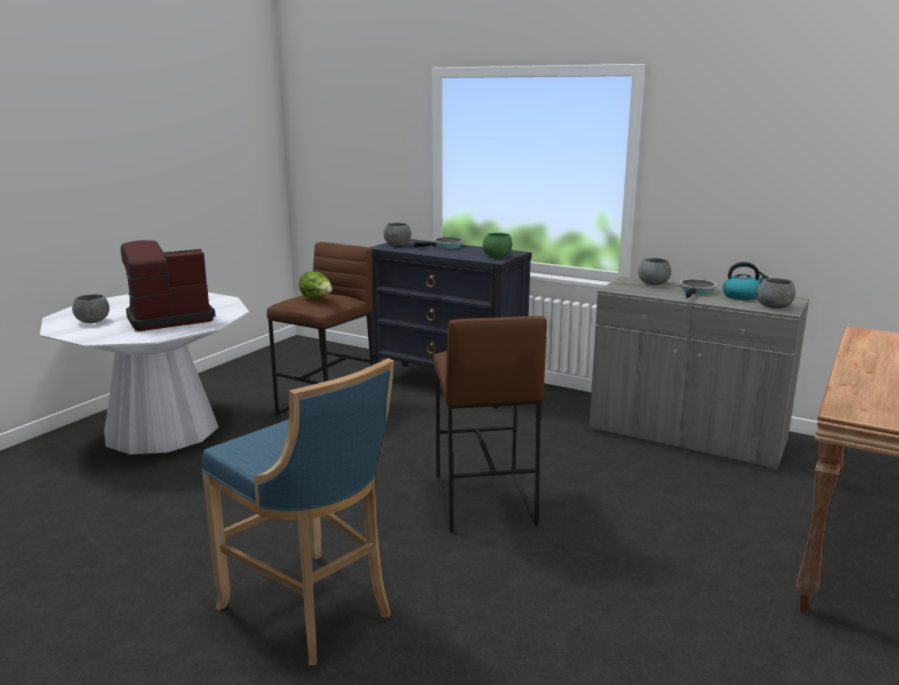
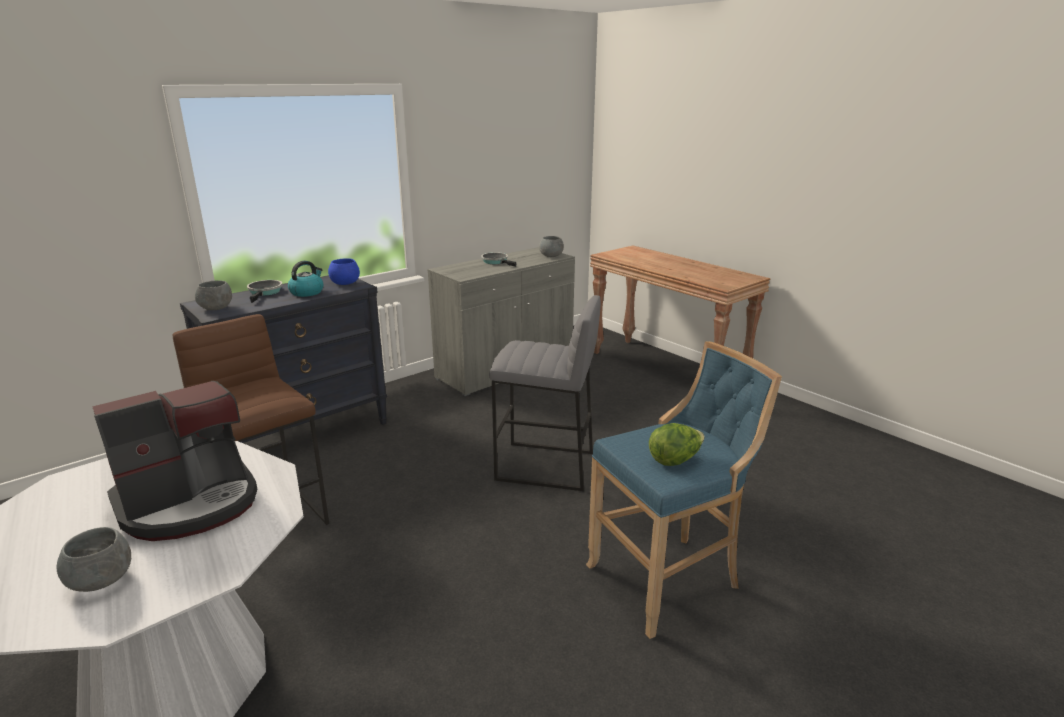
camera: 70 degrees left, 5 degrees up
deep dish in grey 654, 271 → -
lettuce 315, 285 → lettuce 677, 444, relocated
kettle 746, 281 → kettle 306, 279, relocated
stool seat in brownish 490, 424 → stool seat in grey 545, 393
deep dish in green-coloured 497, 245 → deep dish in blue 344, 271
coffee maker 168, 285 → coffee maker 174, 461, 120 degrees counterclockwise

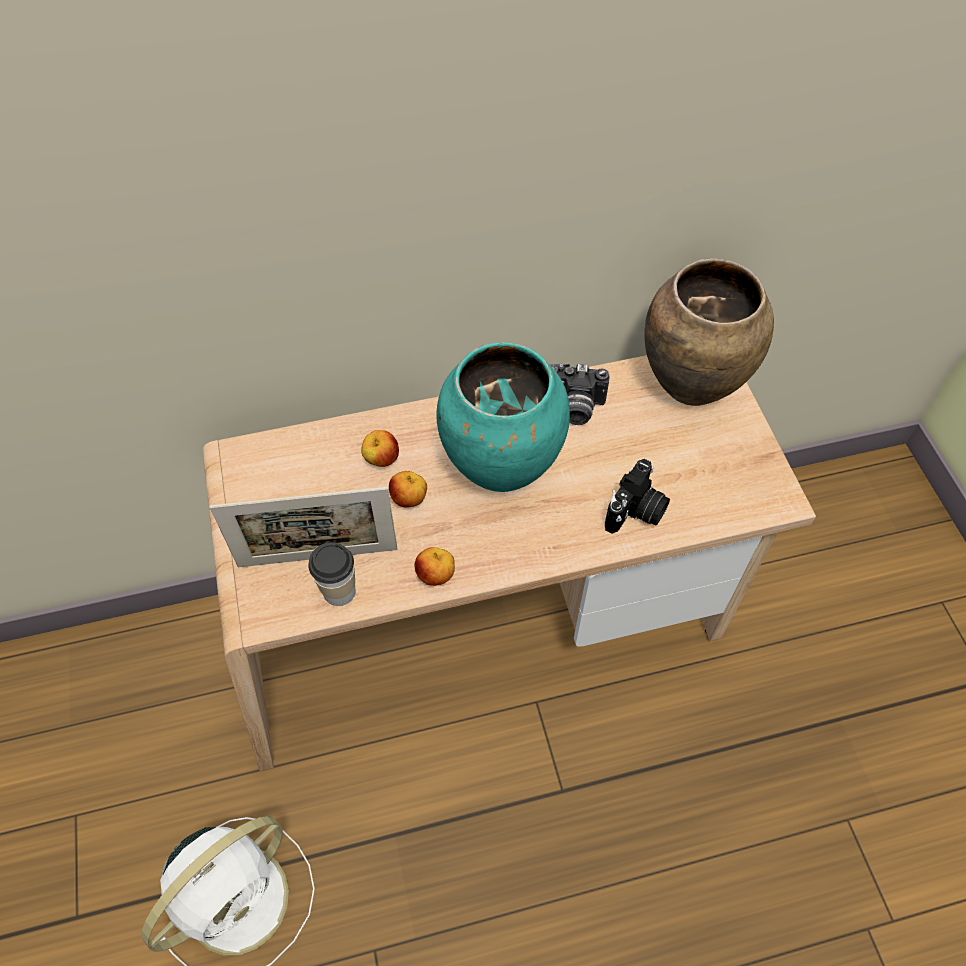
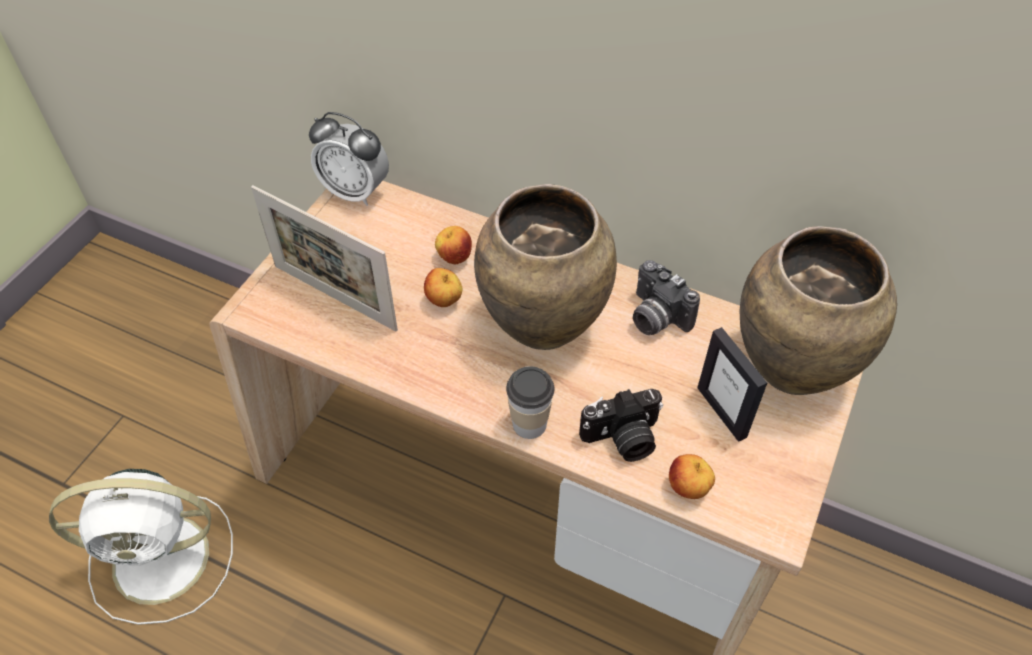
camera: 40 degrees right, 5 degrees down
- → bedside clock 349, 159
- → standing frame 732, 384
cup 332, 574 → cup 530, 402, relocated
apple fruit 434, 566 → apple fruit 692, 476, relocated
flower vase in turquoise-coloured 503, 417 → flower vase in brownish 545, 267

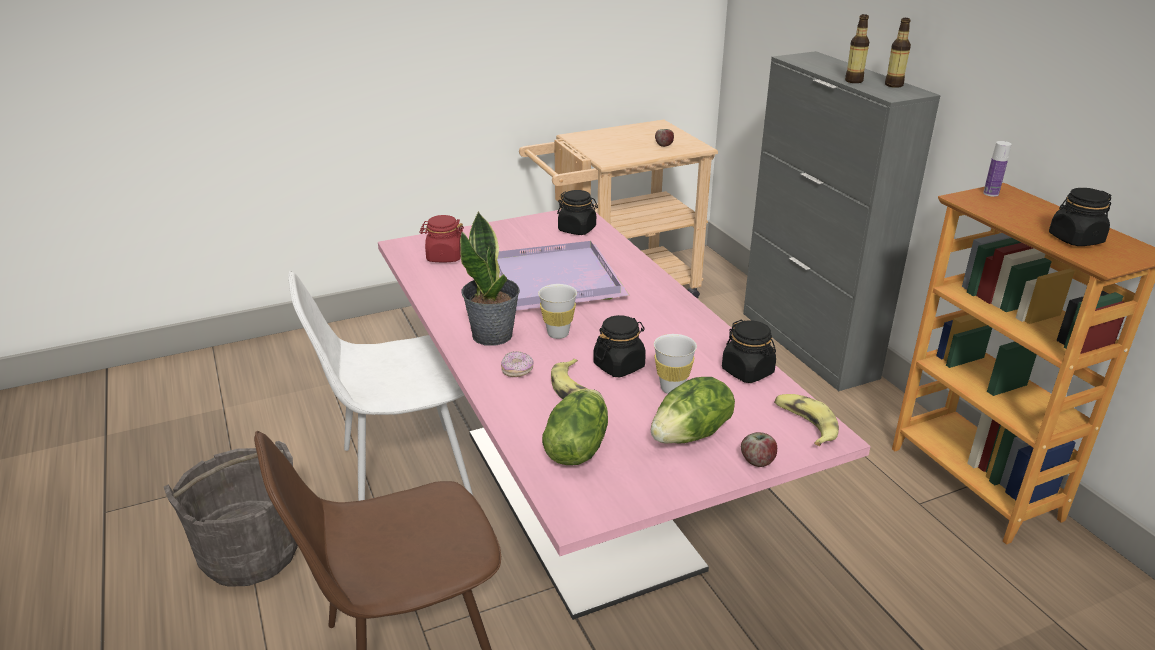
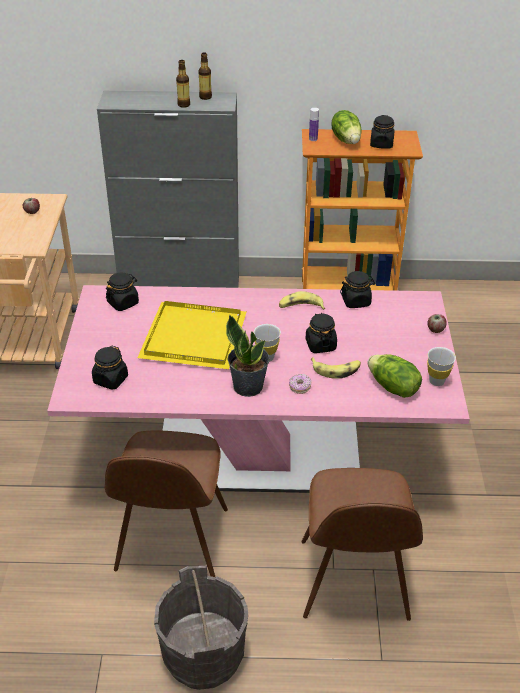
camera: 65 degrees left, 10 degrees up
lettuce 693, 410 → lettuce 347, 127, relocated
cup in white-coloured 675, 364 → cup in white-coloured 441, 366, relocated
banana fruit 806, 420 → banana fruit 302, 300, relocated
chair in white-coloured 380, 386 → chair in brownish 166, 503
storage jar in red-coloured 441, 238 → storage jar in black 110, 368
carrying tray in purple-coloured 563, 276 → carrying tray in yellow 192, 335

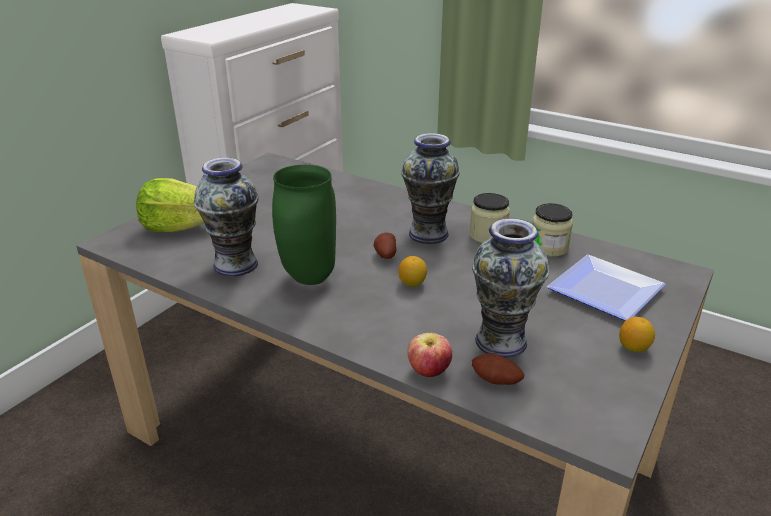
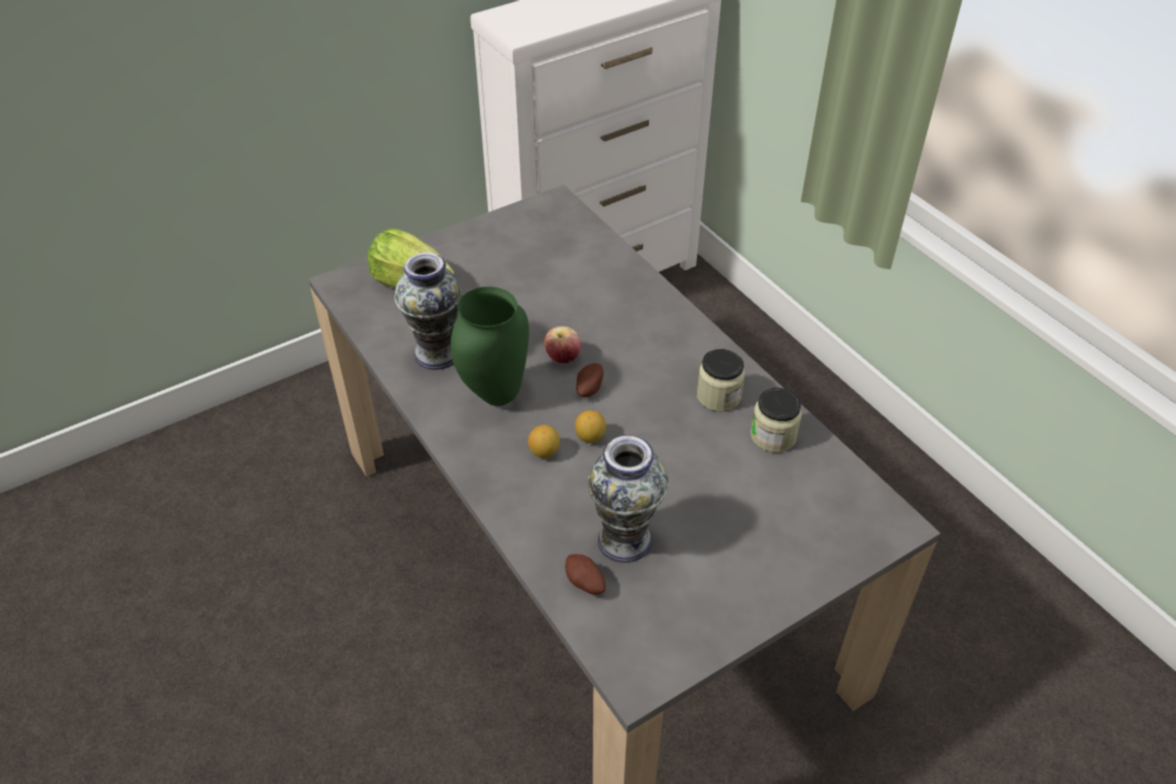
camera: 25 degrees right, 15 degrees up
flower vase 430, 188 → -
flat dish 606, 288 → -
apple fruit 429, 355 → apple fruit 563, 344, relocated
whole lemon 637, 334 → whole lemon 544, 441, relocated

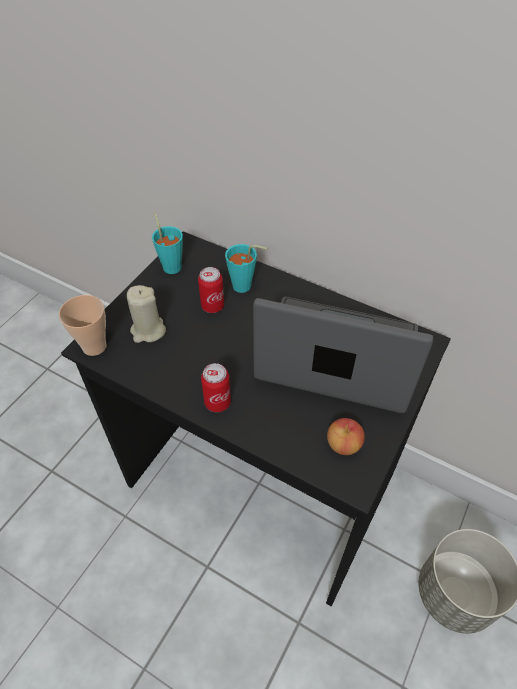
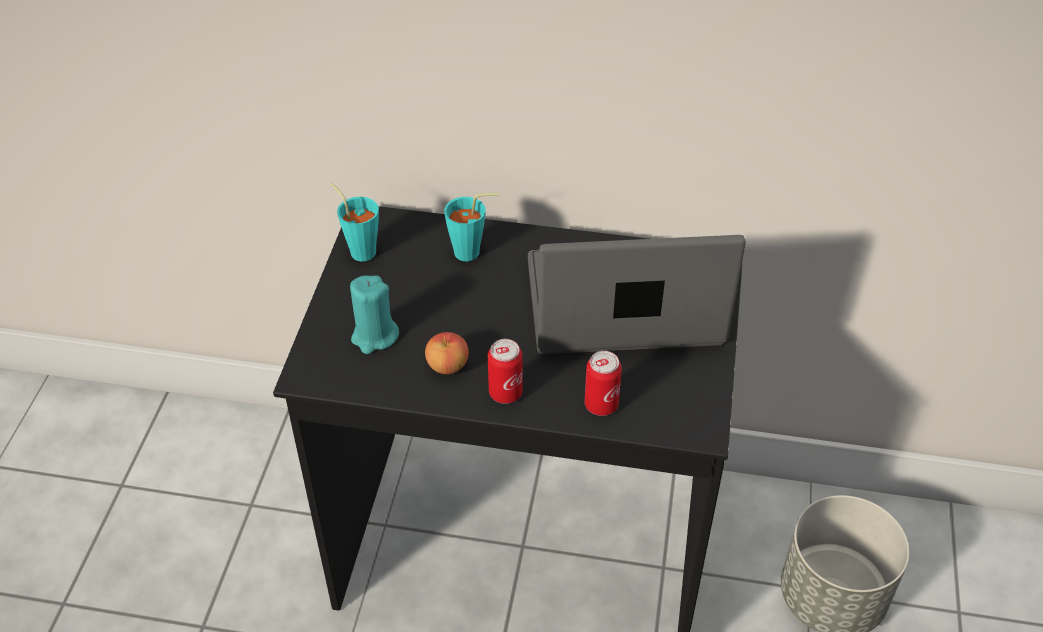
camera: 20 degrees left, 5 degrees down
cup 83, 325 → -
metal can 211, 290 → metal can 603, 383, relocated
apple fruit 346, 436 → apple fruit 447, 353, relocated
candle in sand-coloured 146, 314 → candle in turquoise-coloured 374, 314

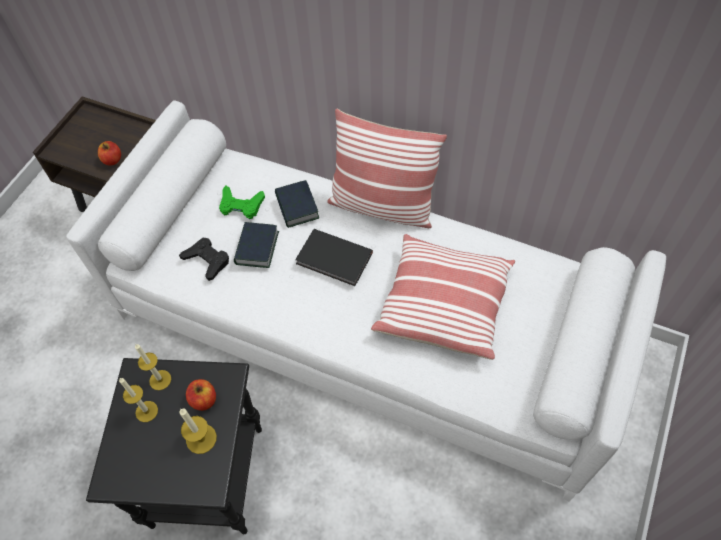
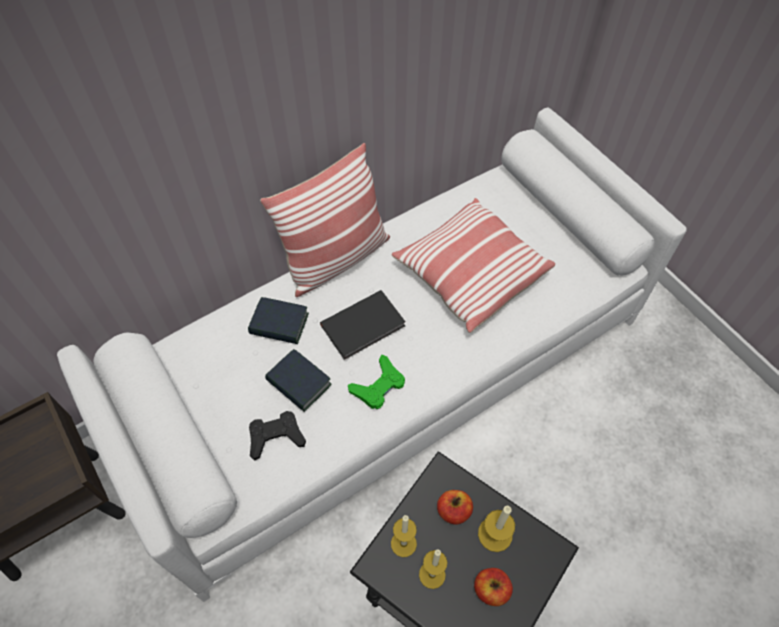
camera: 60 degrees left, 0 degrees up
apple fruit 109, 153 → apple fruit 493, 587, relocated
game controller in green-coloured 242, 202 → game controller in green-coloured 376, 382, relocated

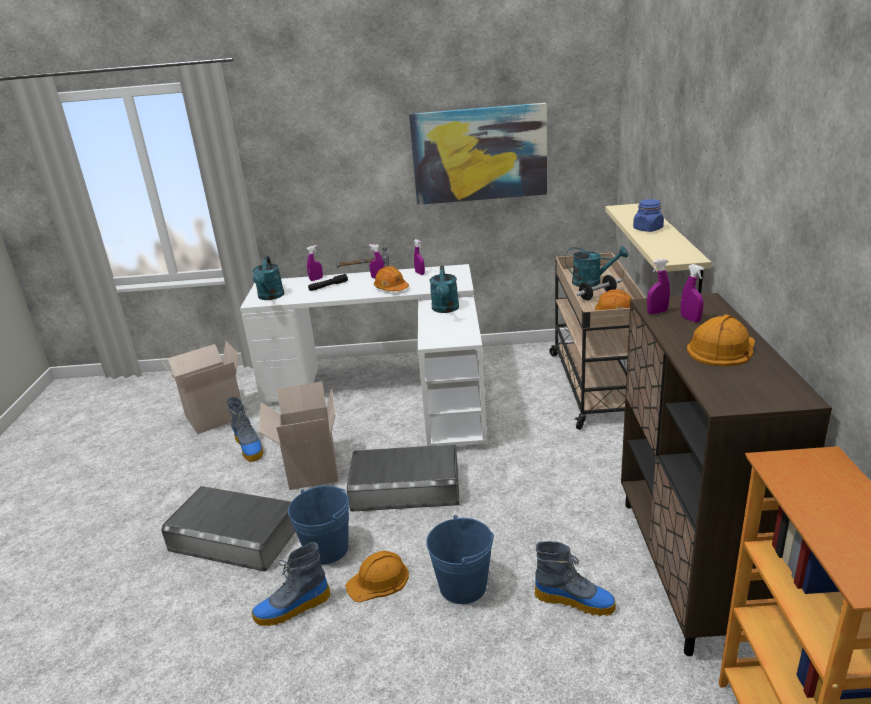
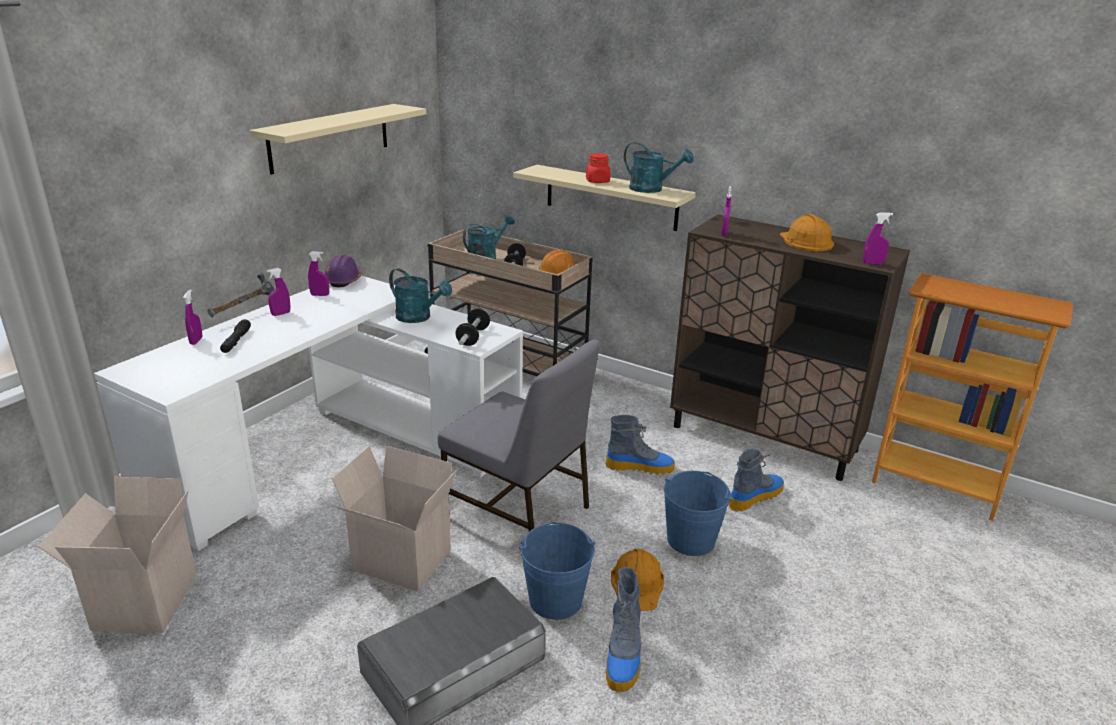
camera: 60 degrees left, 0 degrees up
work helmet in orange-coloured 391, 278 → -
- → work helmet in purple-coloured 343, 271
- → dumbbell 472, 327
boot 244, 429 → boot 640, 445, relocated
watering pot in turquoise-coloured 268, 278 → watering pot in turquoise-coloured 659, 167, relocated
sprayer in purple-coloured 692, 293 → sprayer in purple-coloured 878, 238, relocated
storage bin in grey 403, 478 → chair in grey 519, 436
picture 478, 154 → bracket shelf in sand-coloured 338, 139
storage jar in blue 648, 215 → storage jar in red-coloured 598, 168

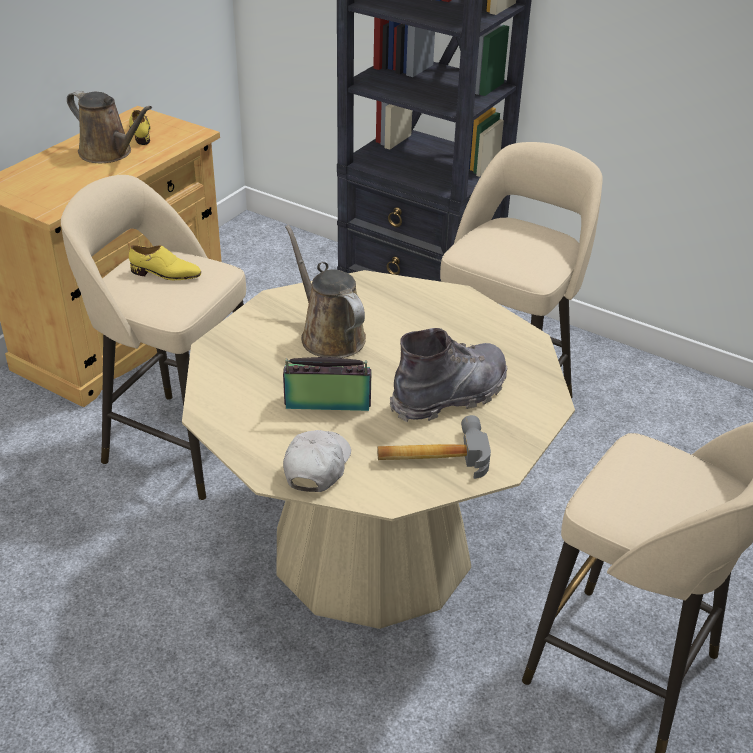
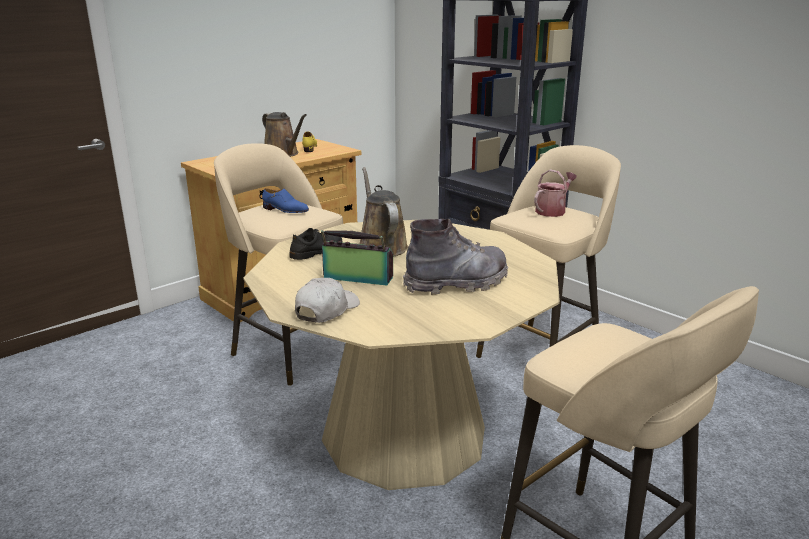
camera: 15 degrees right, 15 degrees down
hand hammer 434, 447 → -
- → item of footwear in black 315, 244
- → watering pot 555, 193
item of footwear in yellow 165, 262 → item of footwear in blue 285, 200

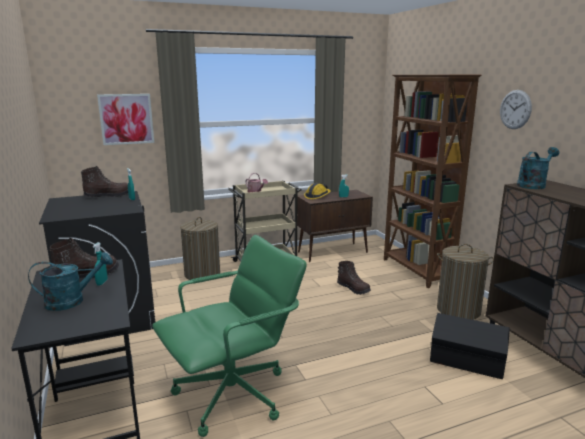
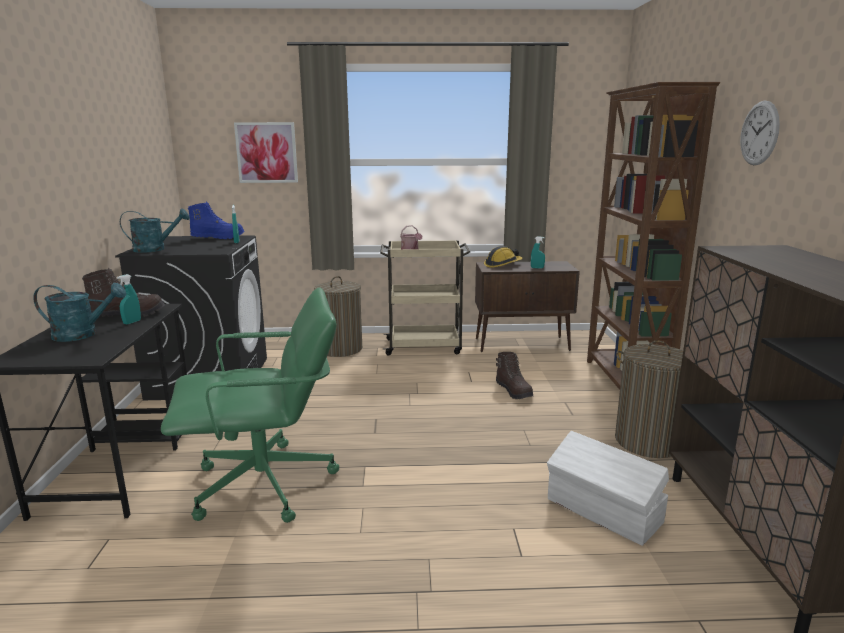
camera: 20 degrees right, 0 degrees up
watering pot in turquoise-coloured 538, 168 → watering pot in turquoise-coloured 155, 230, relocated
boot in brownish 104, 181 → boot in blue 216, 220
storage bin in black 470, 346 → storage bin in white-coloured 608, 488

